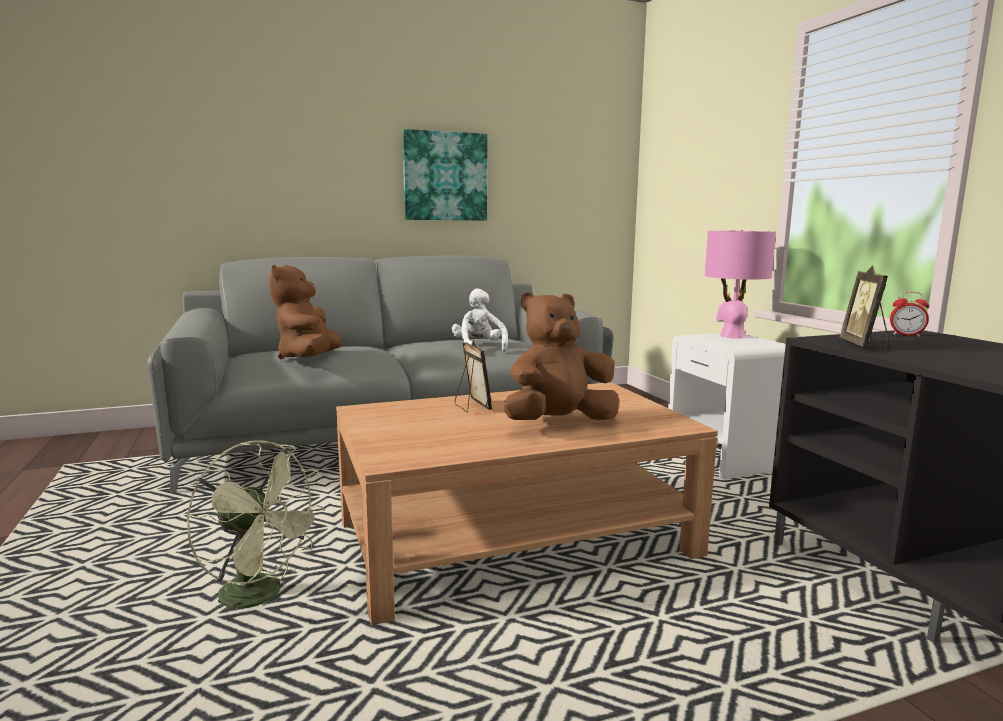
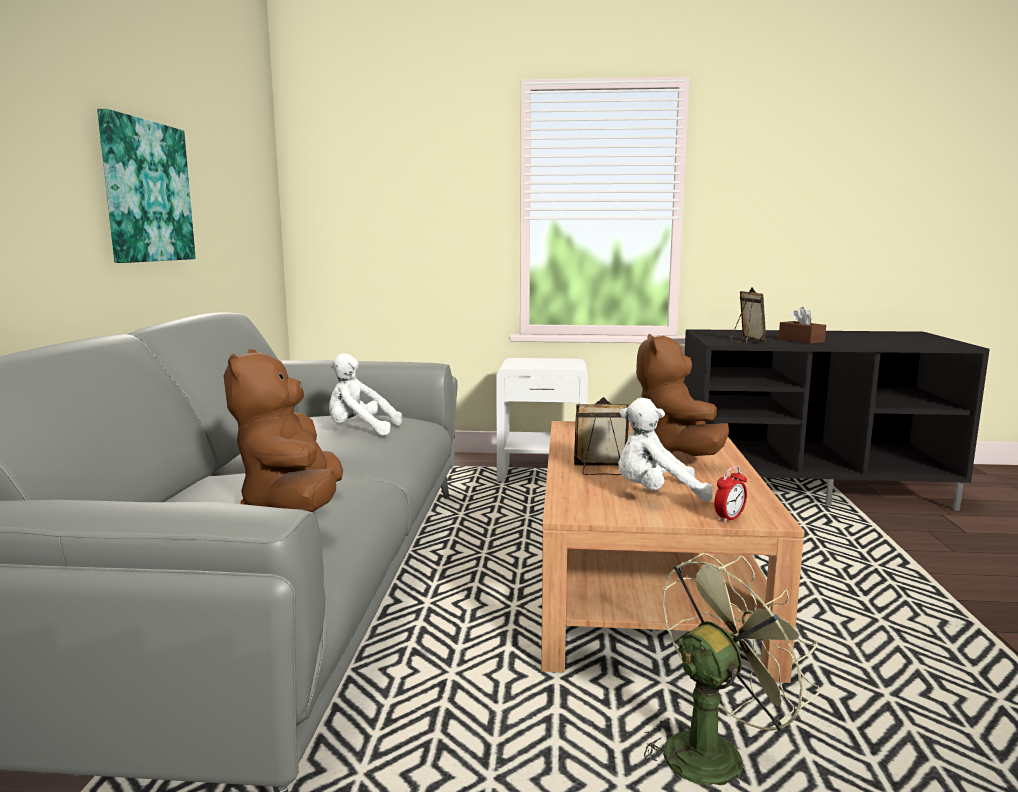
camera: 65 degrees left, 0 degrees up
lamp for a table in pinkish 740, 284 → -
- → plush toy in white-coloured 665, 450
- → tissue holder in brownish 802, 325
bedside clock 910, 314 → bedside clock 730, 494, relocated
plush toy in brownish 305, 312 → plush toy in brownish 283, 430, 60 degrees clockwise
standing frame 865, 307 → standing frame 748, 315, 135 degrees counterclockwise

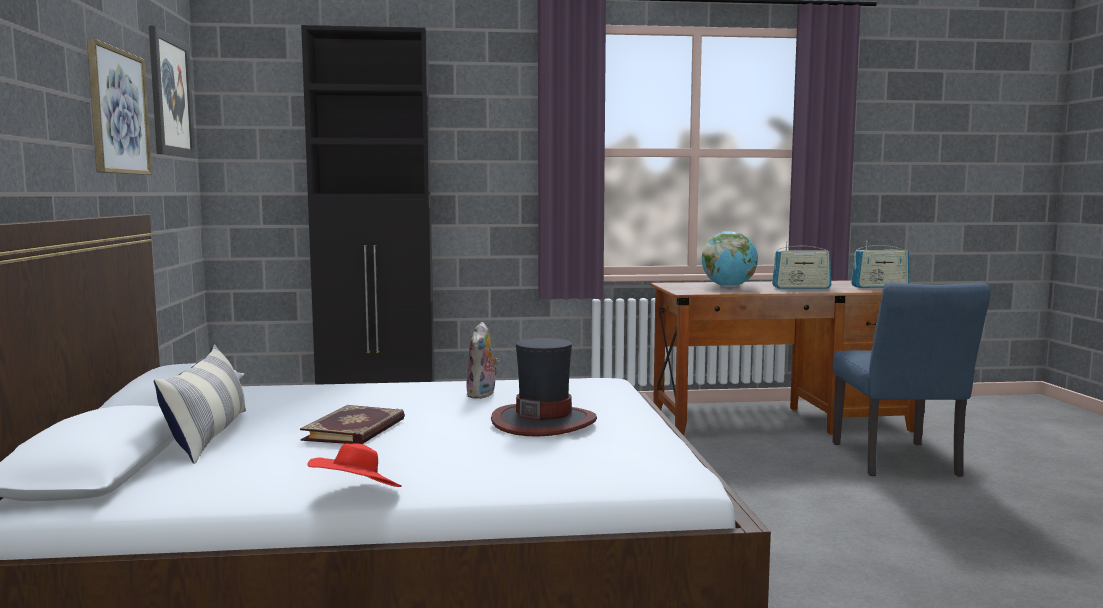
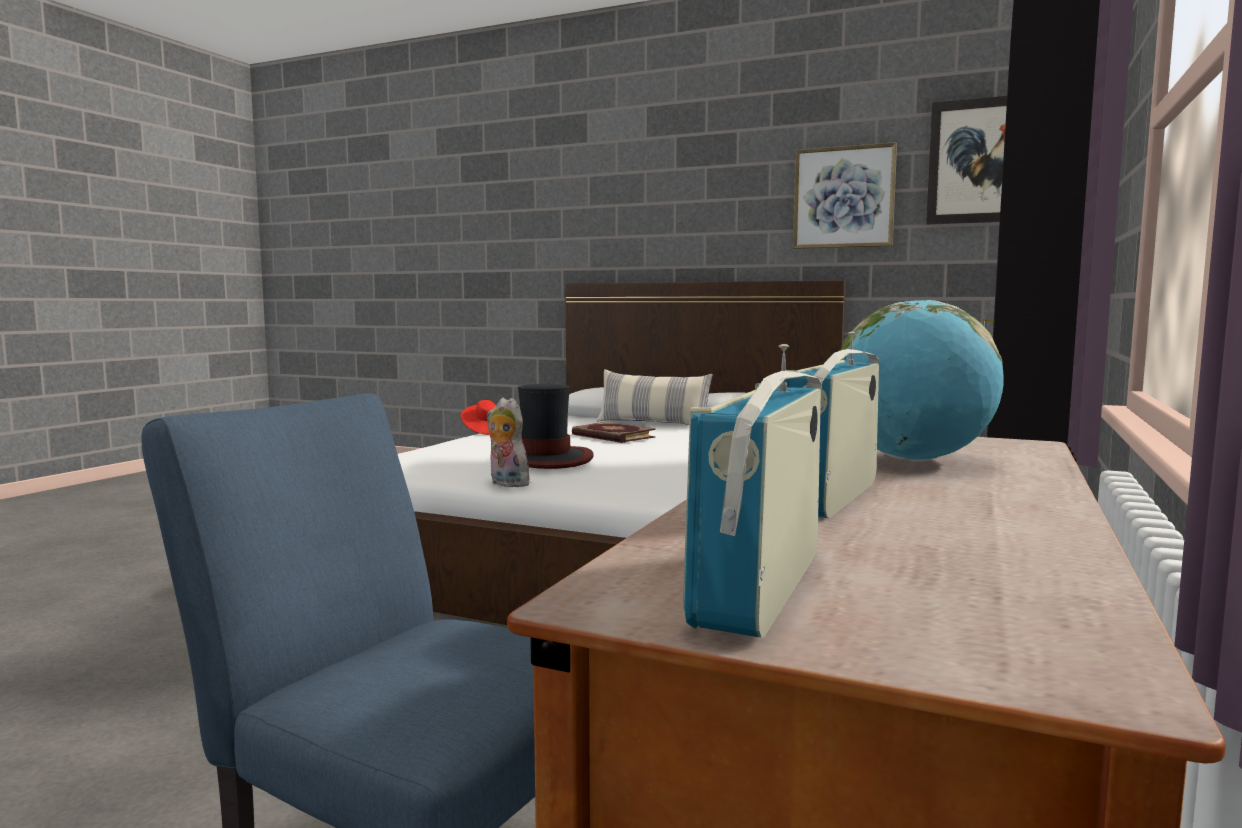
camera: 120 degrees right, 0 degrees up
plush toy 482, 360 → plush toy 508, 442, relocated

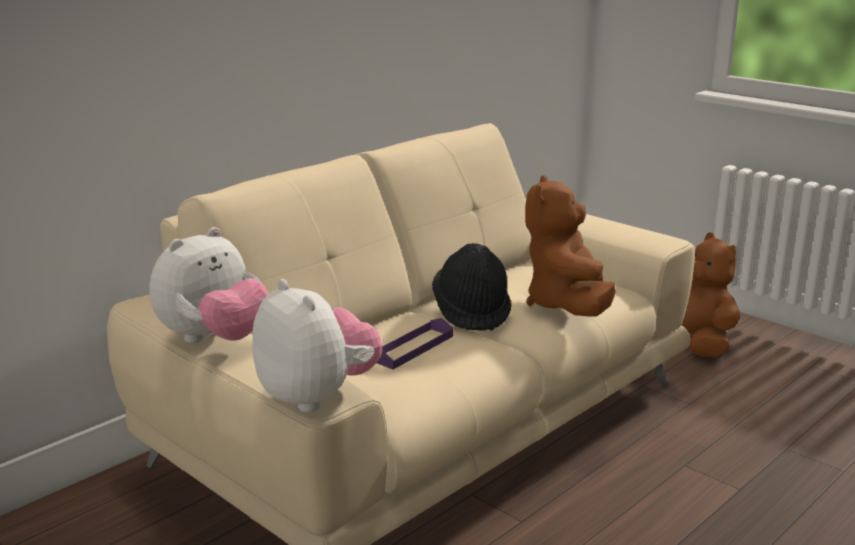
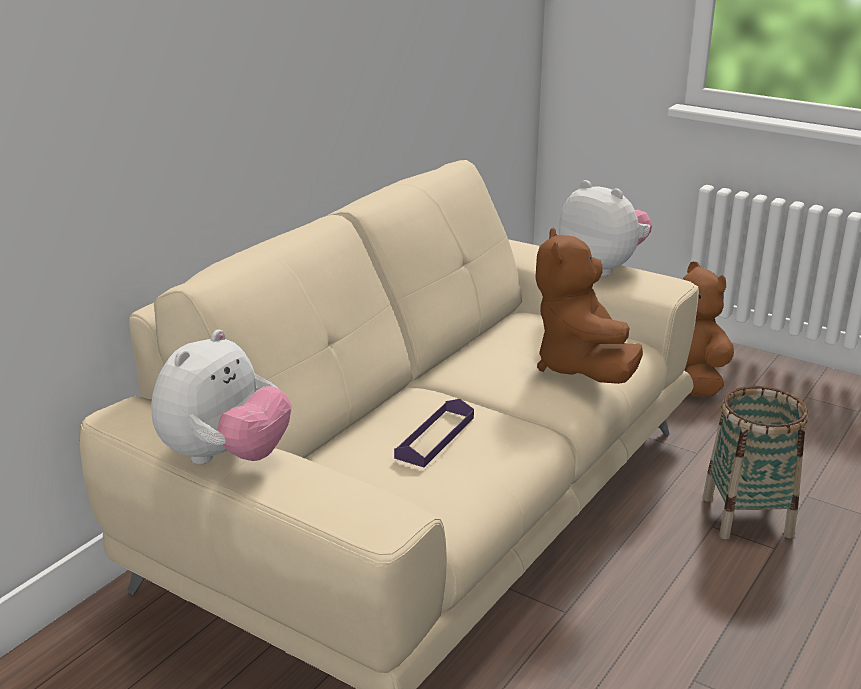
camera: 10 degrees left, 5 degrees up
clothing hat in black 472, 287 → -
- → storage basket 755, 463
plush toy 317, 346 → plush toy 605, 228, relocated

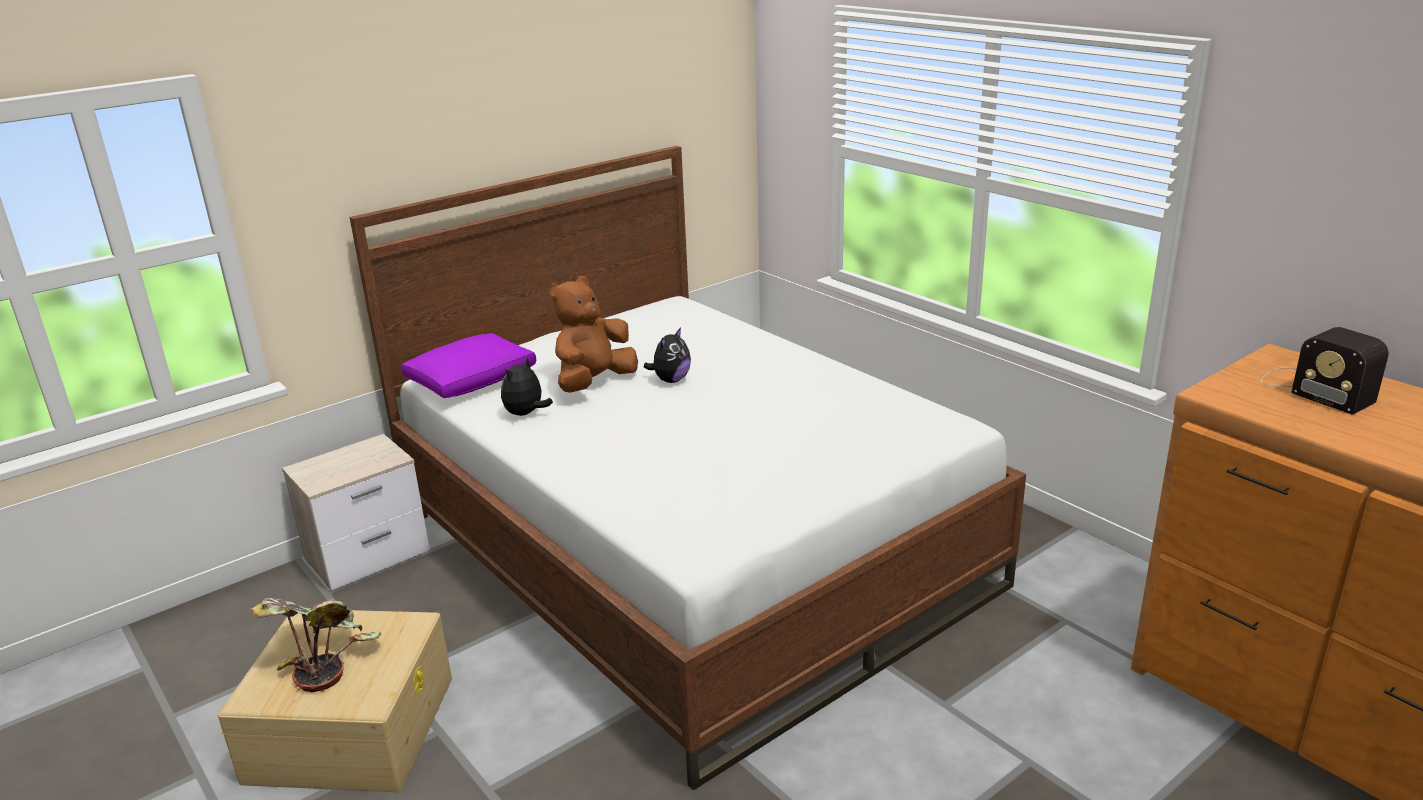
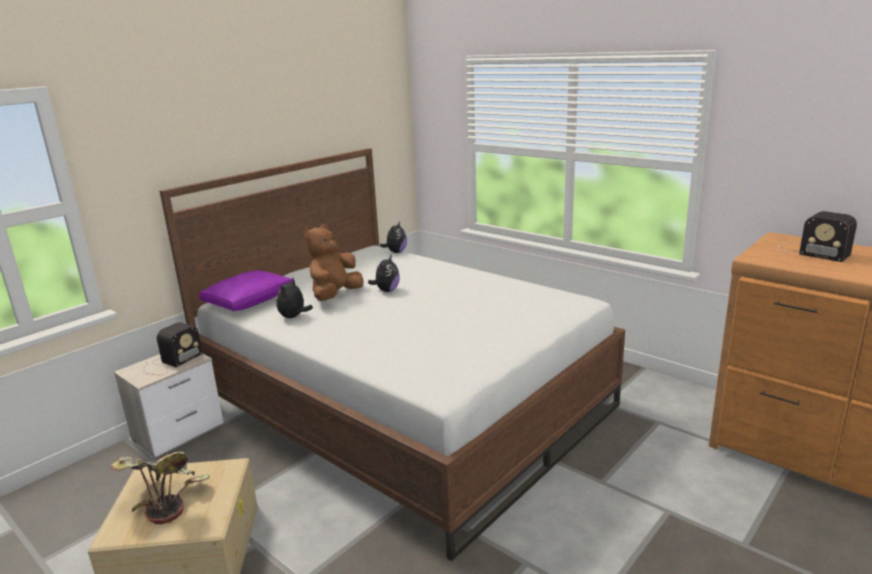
camera: 10 degrees left, 5 degrees down
- → radio set 172, 348
- → plush toy 393, 237

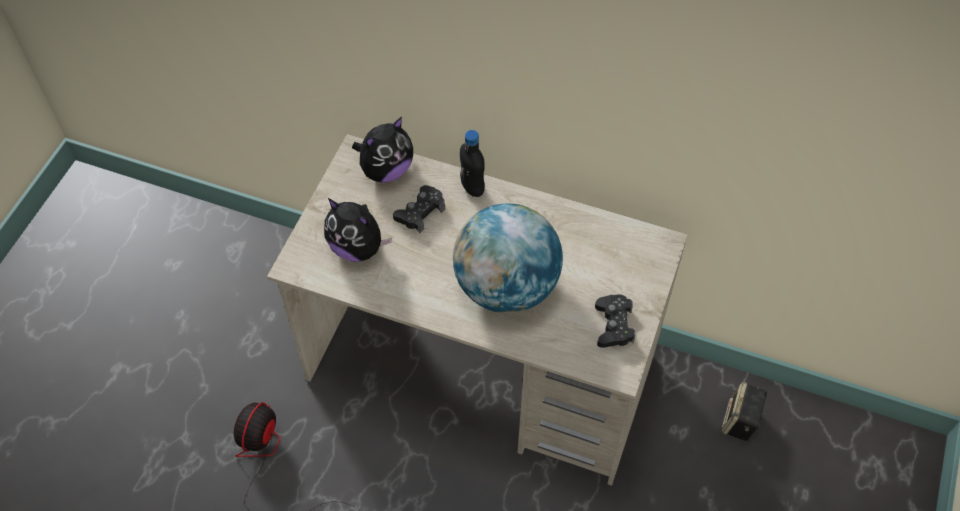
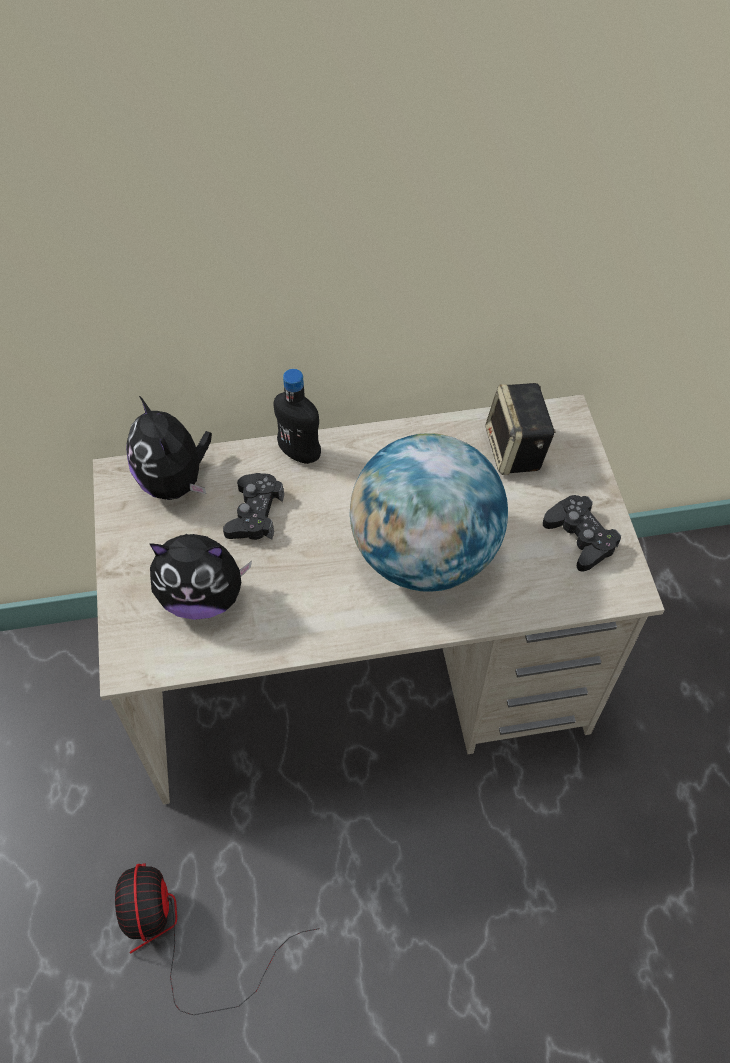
camera: 30 degrees left, 0 degrees up
audio speaker 744, 411 → audio speaker 521, 429, relocated
plush toy 382, 150 → plush toy 169, 448, 135 degrees clockwise

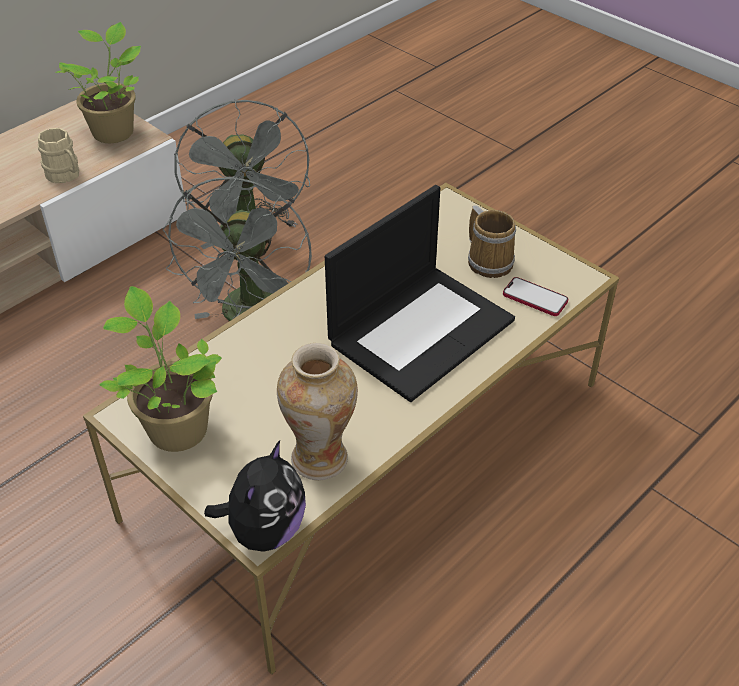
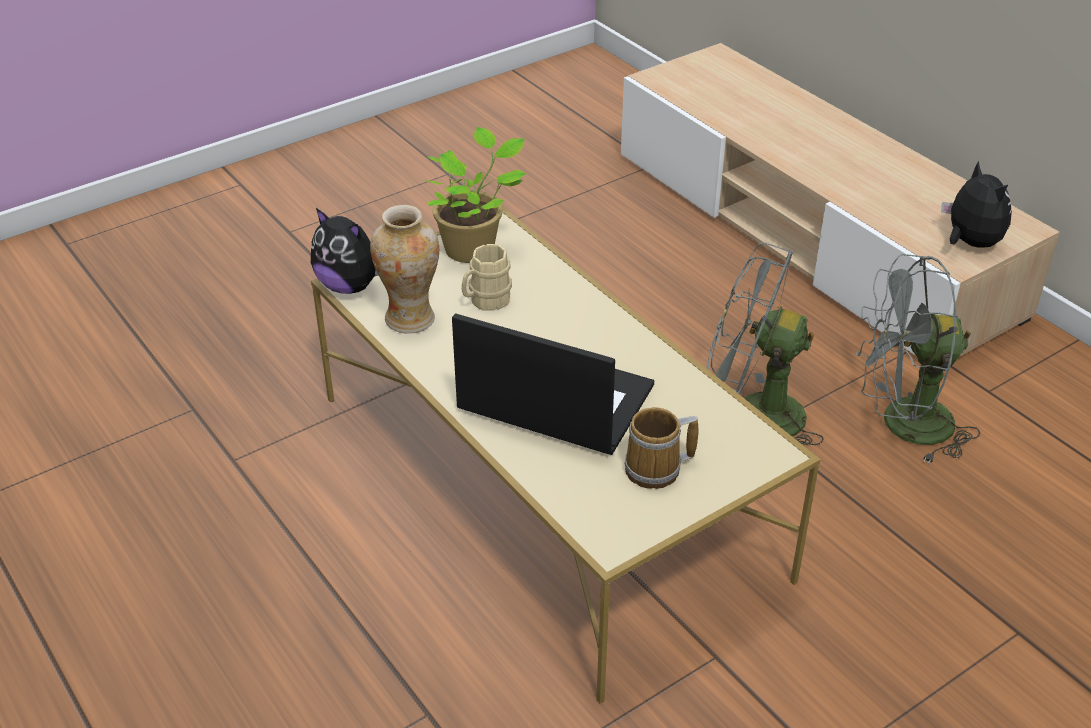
camera: 100 degrees right, 5 degrees down
telephone 535, 296 → -
mug in sand-coloured 58, 155 → mug in sand-coloured 487, 277, relocated
houseplant 98, 82 → plush toy 976, 204
portable computer 420, 293 → portable computer 553, 384, 150 degrees clockwise

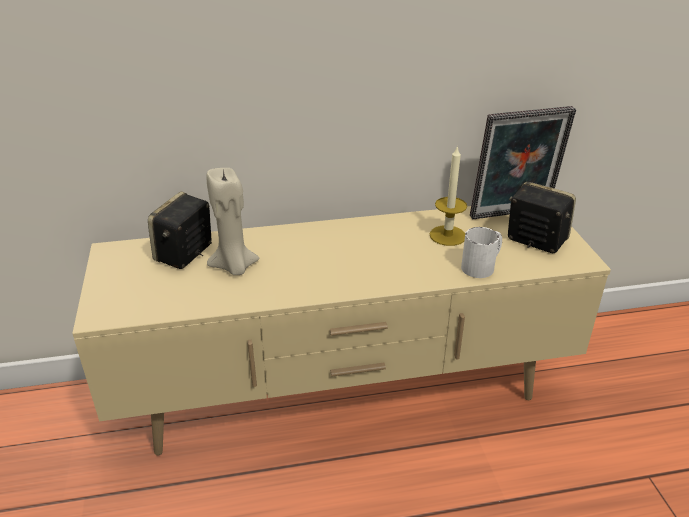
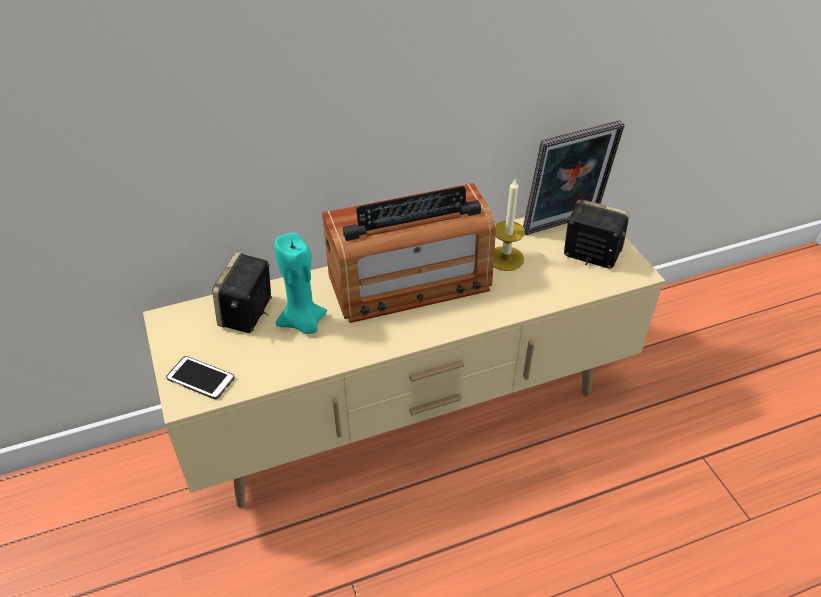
camera: 10 degrees left, 10 degrees up
mug in white-coloured 481, 252 → -
- → telephone 200, 377
- → radio set 409, 253
candle in sand-coloured 233, 221 → candle in turquoise-coloured 300, 283

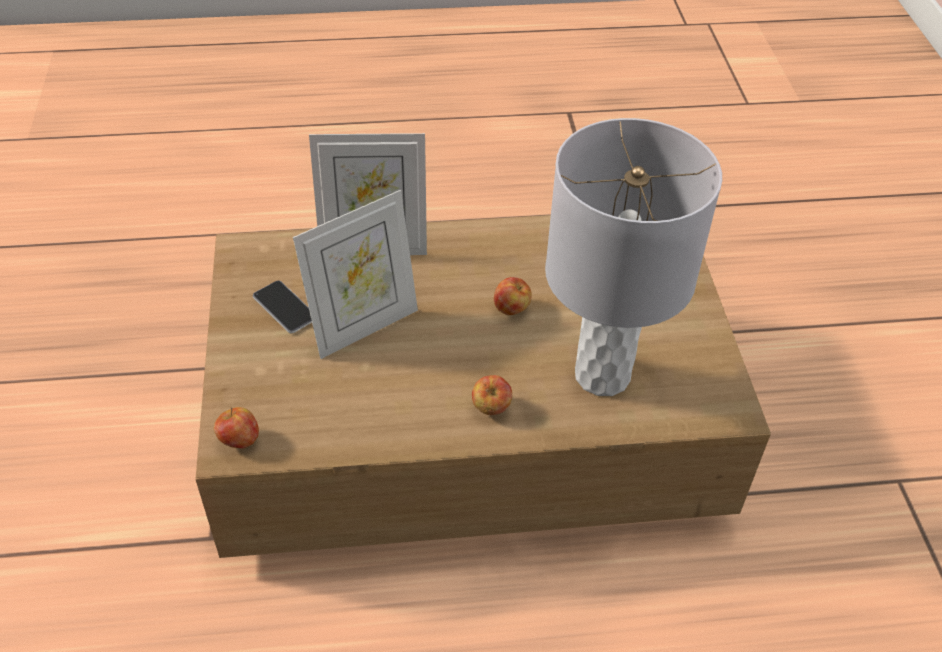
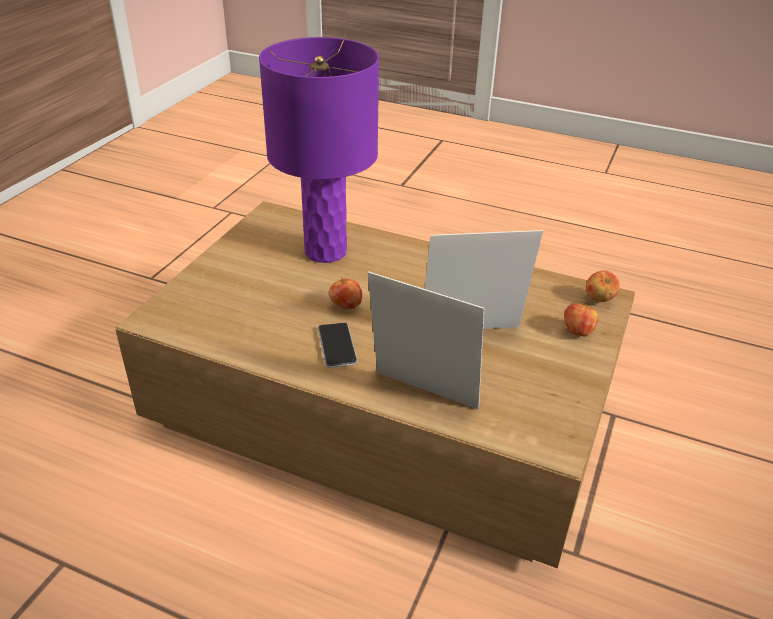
camera: 150 degrees left, 10 degrees down
telephone 282, 307 → telephone 338, 345, relocated
apple fruit 492, 395 → apple fruit 581, 319, relocated
lamp for a table in grey 633, 257 → lamp for a table in purple-coloured 319, 150

